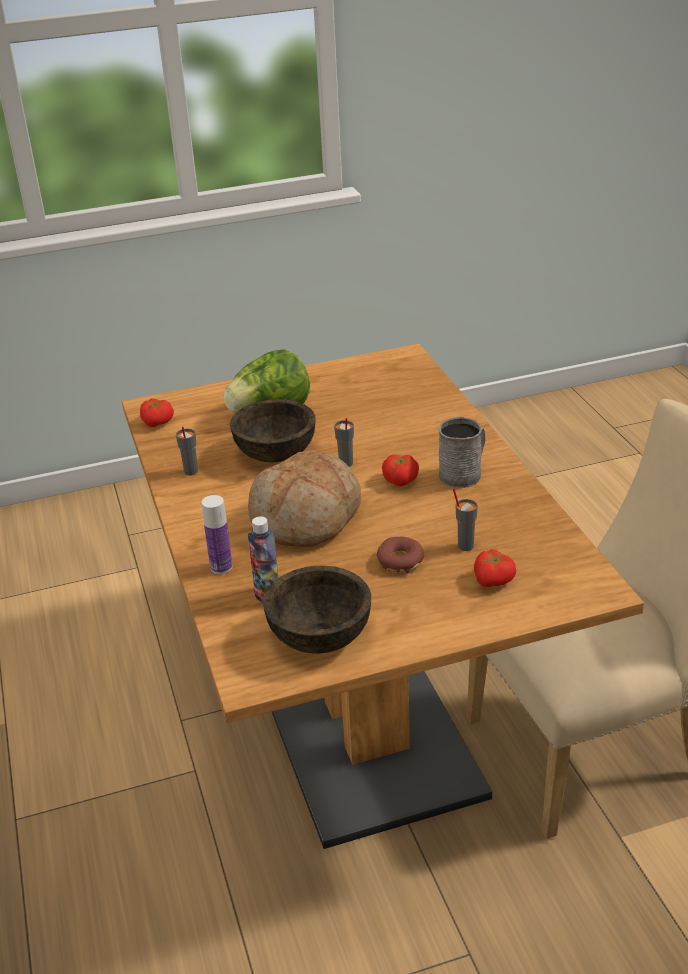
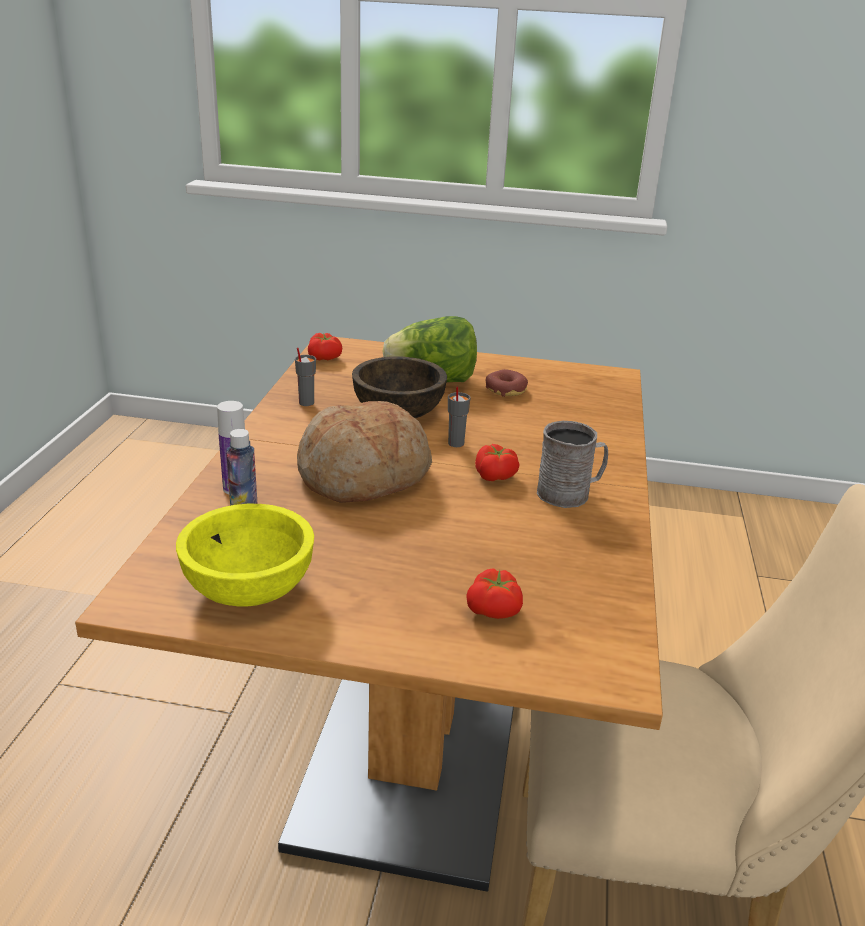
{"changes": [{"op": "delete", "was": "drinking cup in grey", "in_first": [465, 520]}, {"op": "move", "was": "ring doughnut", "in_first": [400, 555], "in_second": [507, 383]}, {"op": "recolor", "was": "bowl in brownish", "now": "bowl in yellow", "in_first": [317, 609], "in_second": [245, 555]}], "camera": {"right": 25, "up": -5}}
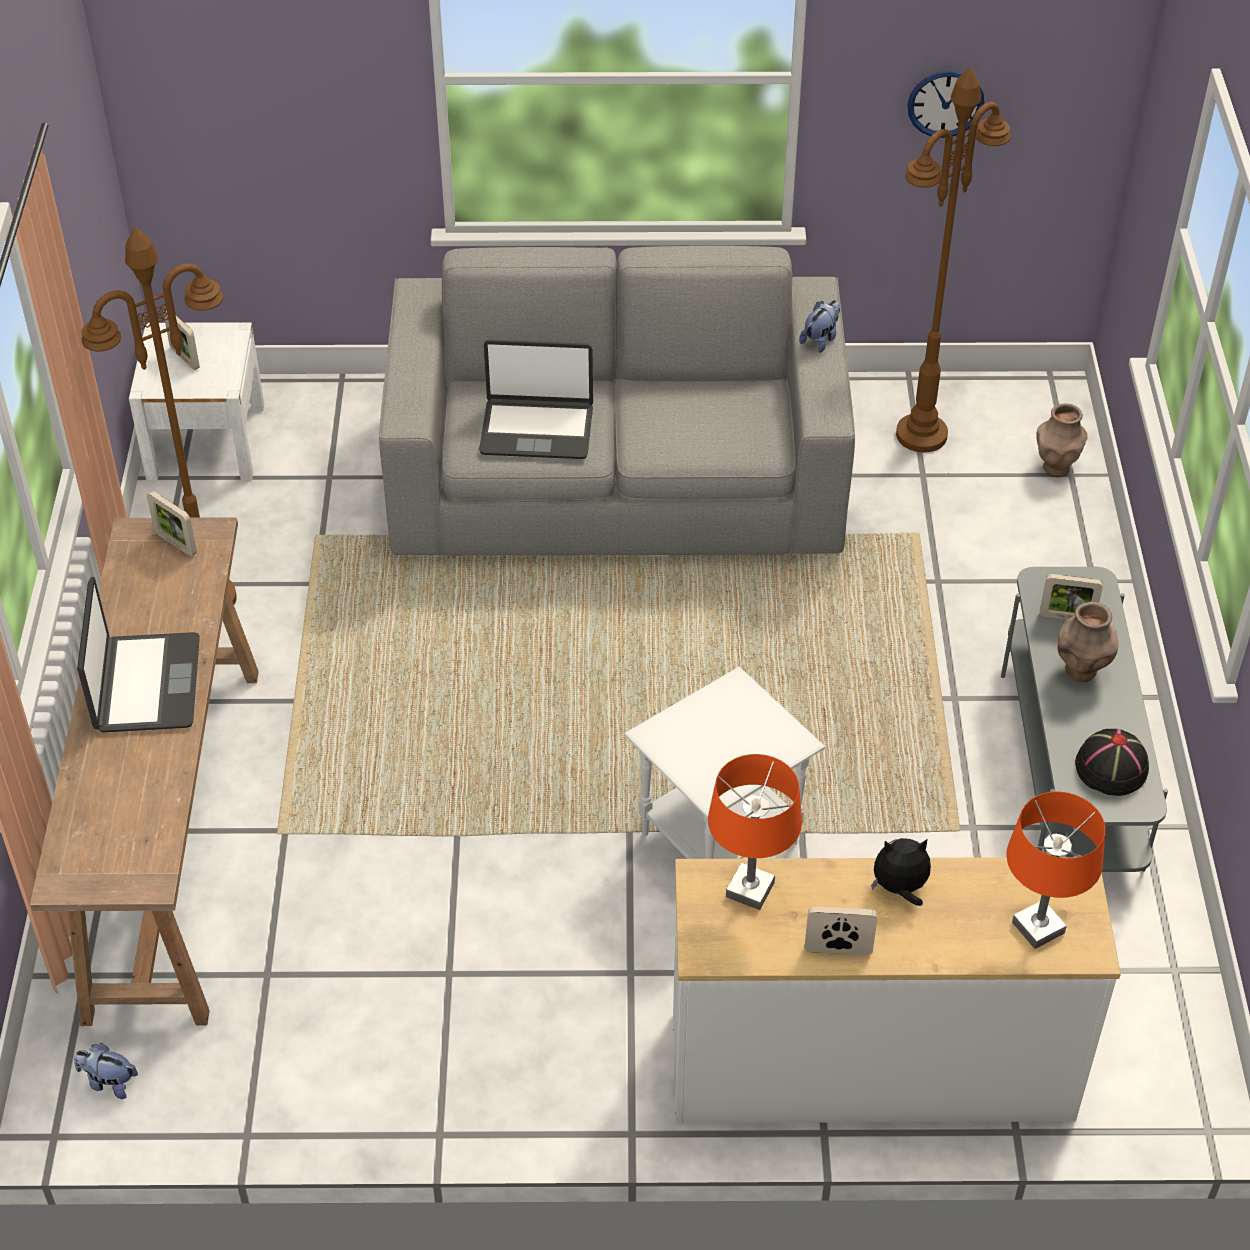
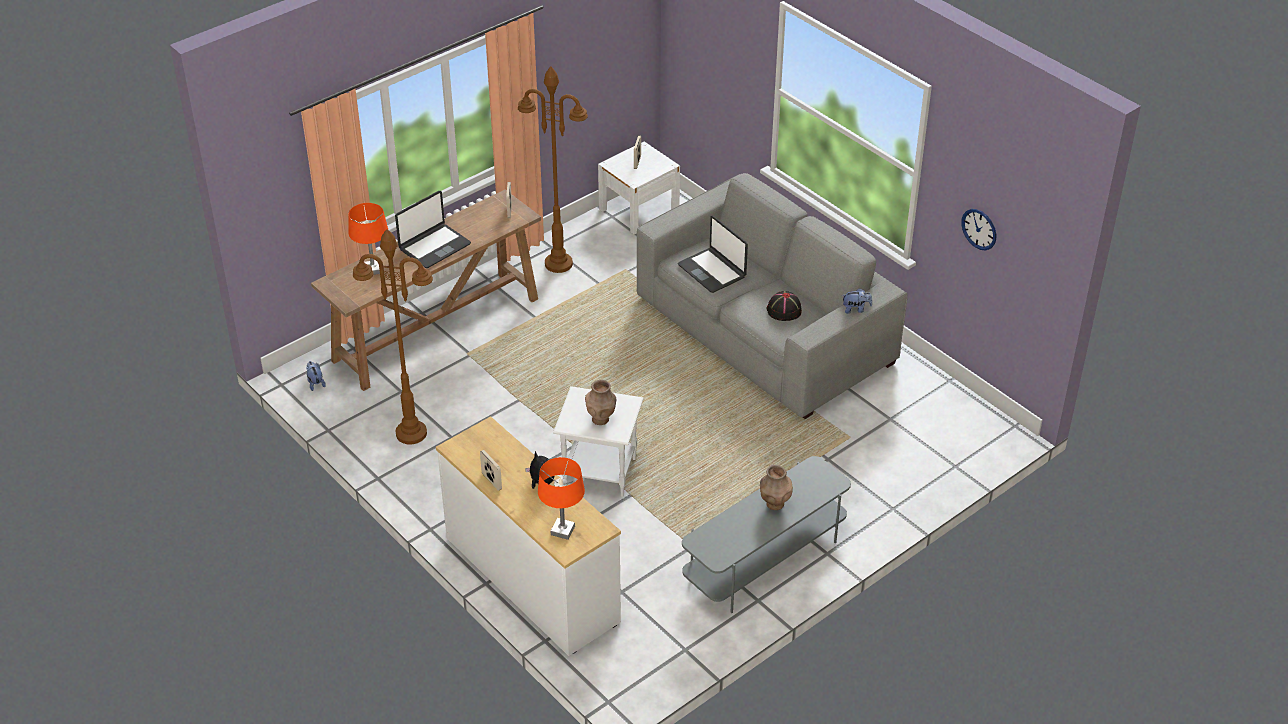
{"changes": [{"op": "delete", "was": "photo frame", "in_first": [1071, 596]}, {"op": "move", "was": "table lamp in orange-coloured", "in_first": [755, 832], "in_second": [368, 239]}, {"op": "move", "was": "standing lamp in brownish", "in_first": [953, 259], "in_second": [393, 336]}, {"op": "move", "was": "flower vase in brownish", "in_first": [1062, 440], "in_second": [600, 402]}, {"op": "move", "was": "clothing hat in black-coloured", "in_first": [1112, 762], "in_second": [784, 306]}], "camera": {"right": 50, "up": -5}}
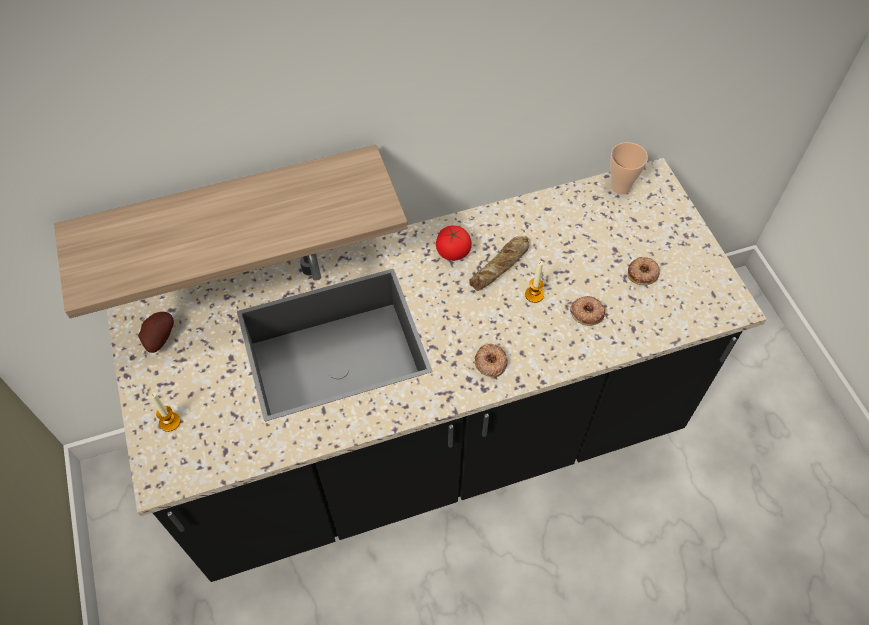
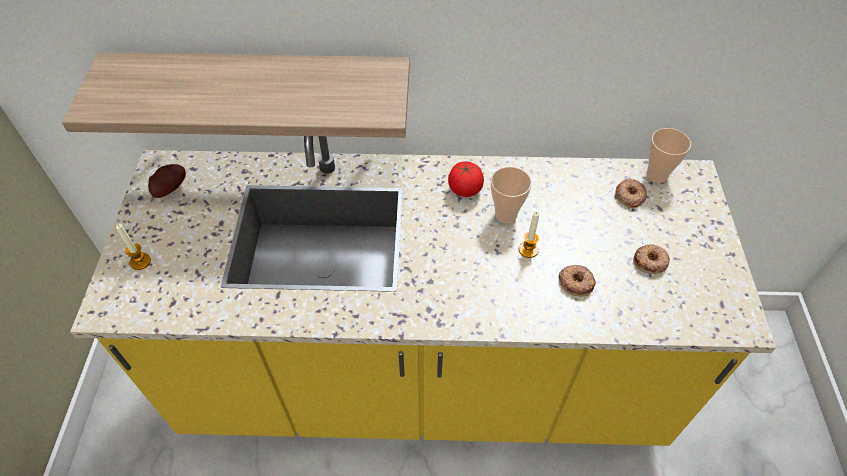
{"changes": [{"op": "move", "was": "ring doughnut", "in_first": [491, 361], "in_second": [631, 193]}, {"op": "replace", "was": "baked bread", "now": "drinking cup", "in_first": [499, 263], "in_second": [511, 195]}, {"op": "recolor", "was": "kitchen base unit in black-coloured", "now": "kitchen base unit in yellow", "in_first": [436, 370], "in_second": [423, 291]}], "camera": {"right": 20, "up": -5}}
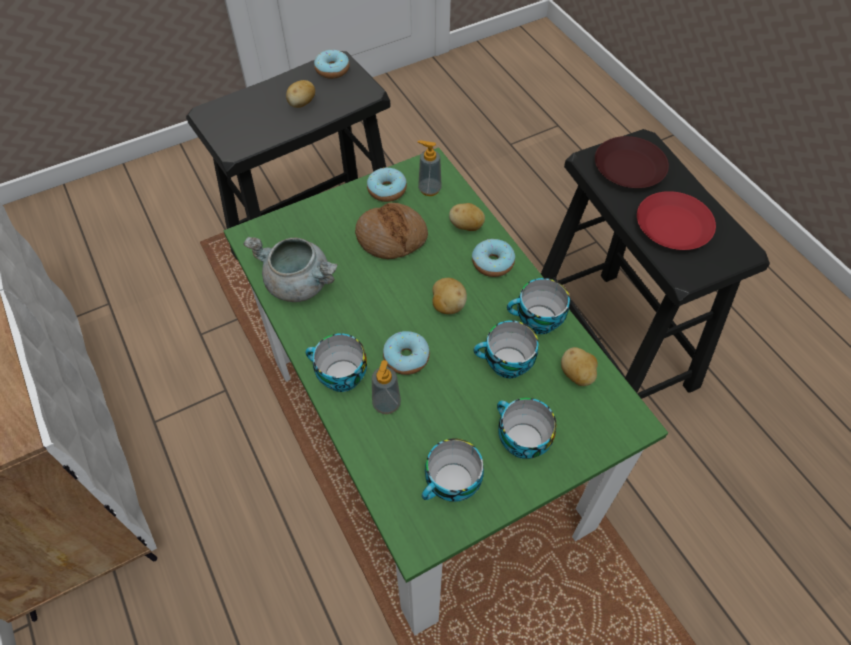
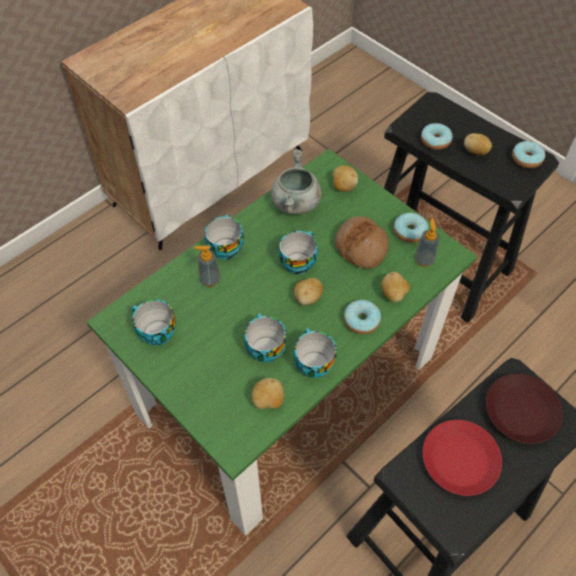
{"changes": [{"op": "insert", "now": "spud", "in_second": [345, 178]}, {"op": "move", "was": "ring doughnut", "in_first": [406, 353], "in_second": [437, 136]}, {"op": "move", "was": "drinking cup", "in_first": [527, 428], "in_second": [298, 252]}], "camera": {"right": 75, "up": 0}}
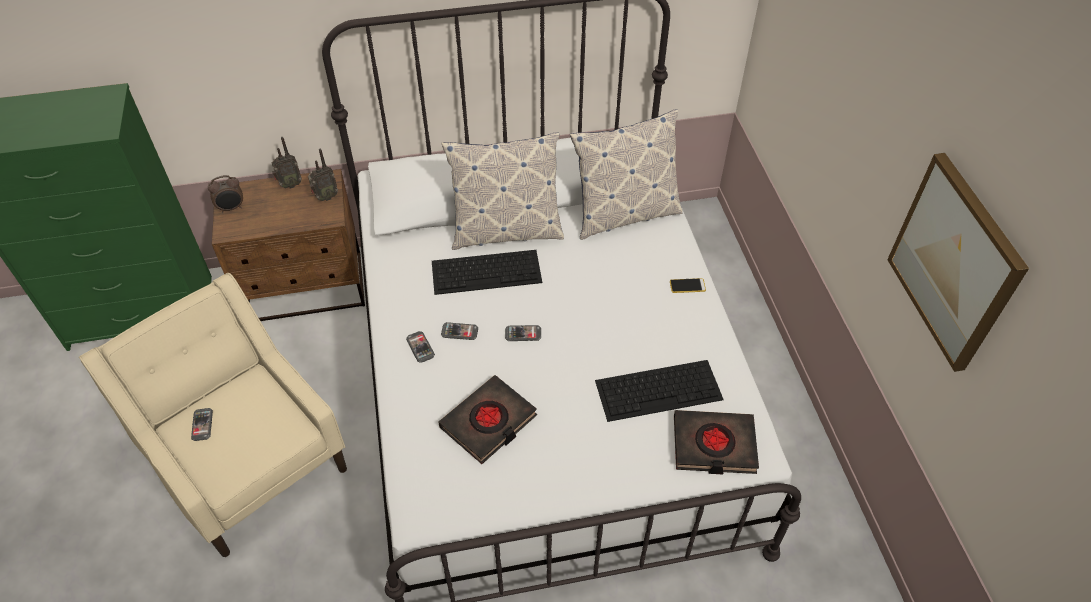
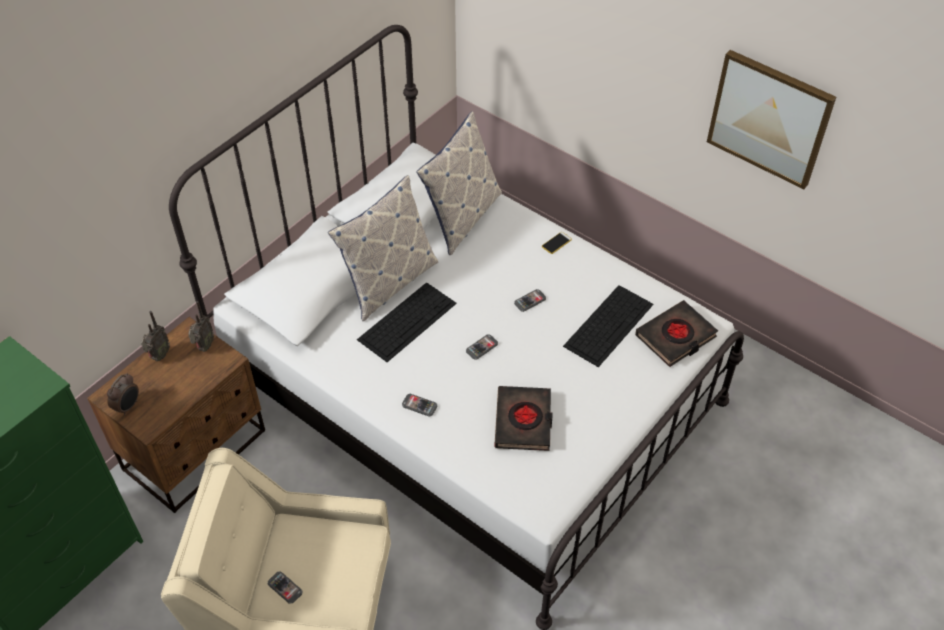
{"changes": [{"op": "move", "was": "handset", "in_first": [459, 331], "in_second": [530, 300]}], "camera": {"right": -40, "up": 0}}
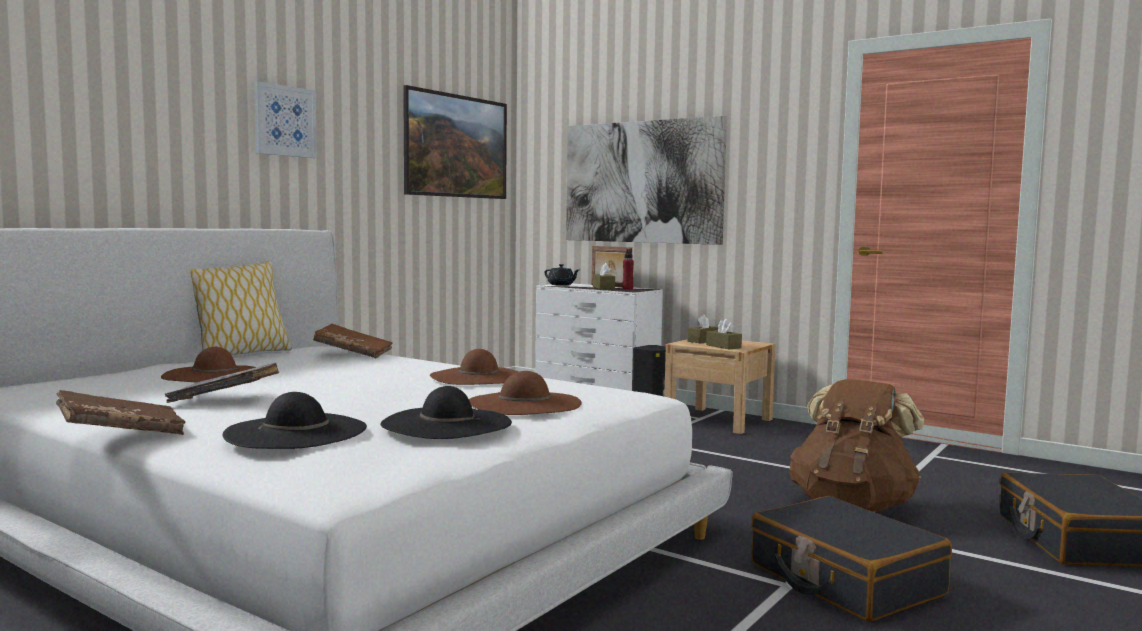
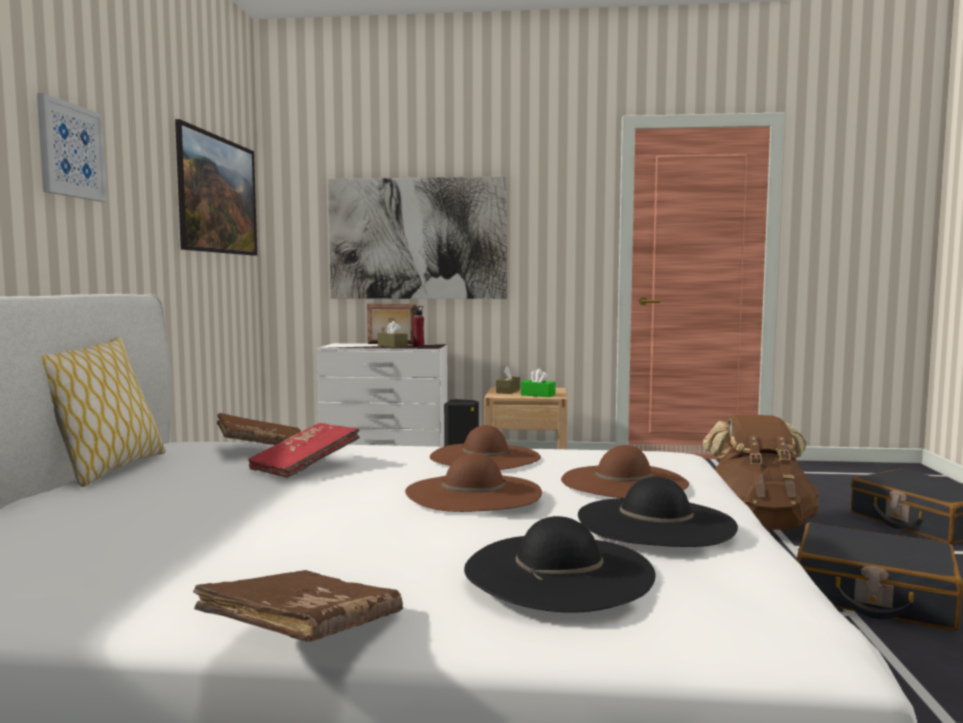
{"changes": [{"op": "delete", "was": "volume in grey", "in_first": [222, 383]}, {"op": "delete", "was": "tea pot in black-coloured", "in_first": [562, 275]}, {"op": "insert", "now": "volume in red", "in_second": [304, 450]}, {"op": "move", "was": "clothing hat in brownish", "in_first": [208, 364], "in_second": [473, 482]}, {"op": "recolor", "was": "tissue holder in brownish", "now": "tissue holder in green-coloured", "in_first": [724, 334], "in_second": [538, 383]}], "camera": {"right": -30, "up": 0}}
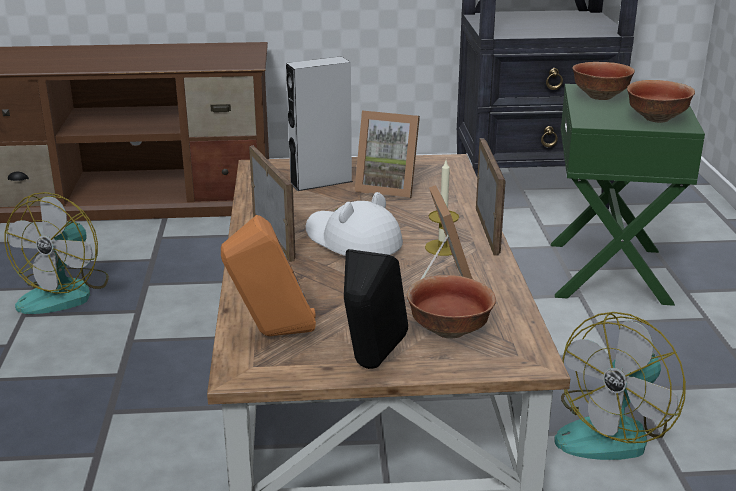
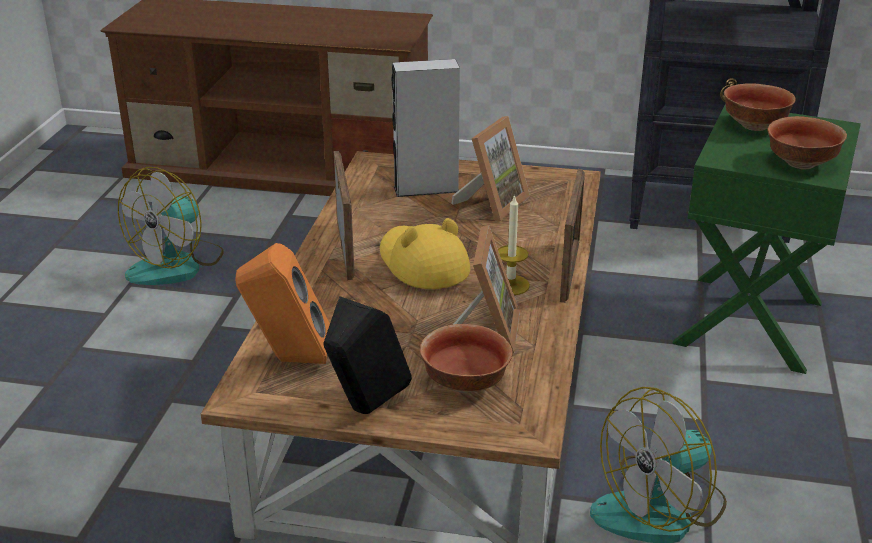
{"changes": [{"op": "recolor", "was": "clothing hat in white-coloured", "now": "clothing hat in yellow", "in_first": [354, 224], "in_second": [425, 253]}, {"op": "rotate", "was": "photo frame", "in_first": [387, 154], "in_second": [490, 168], "clockwise": -90}], "camera": {"right": 15, "up": 5}}
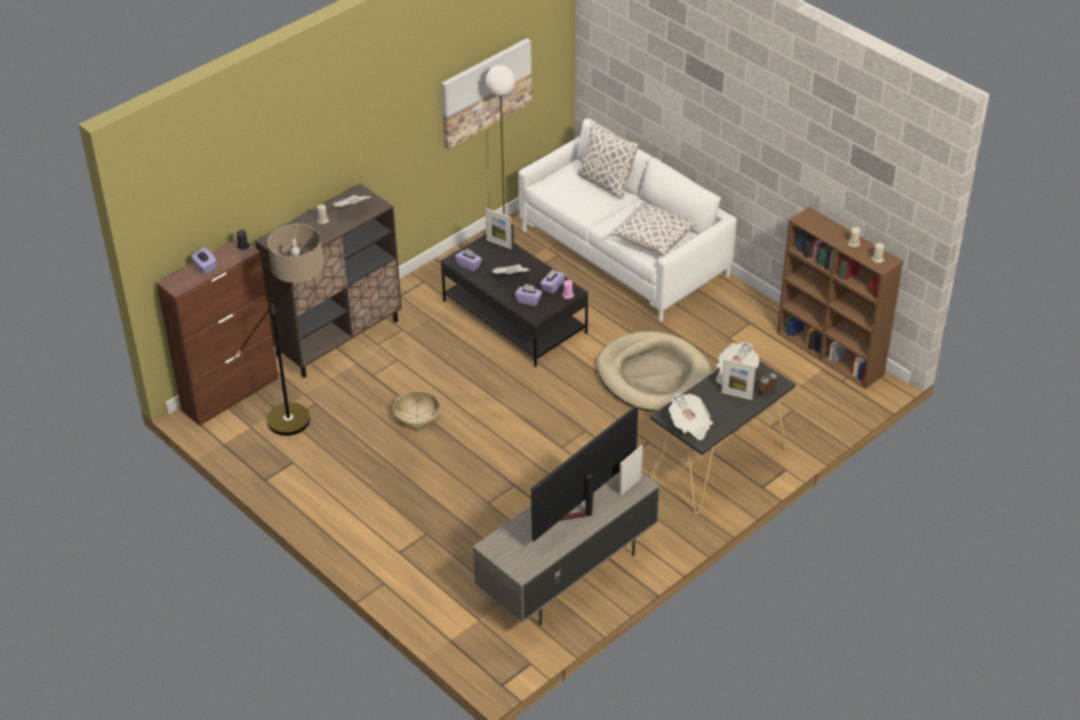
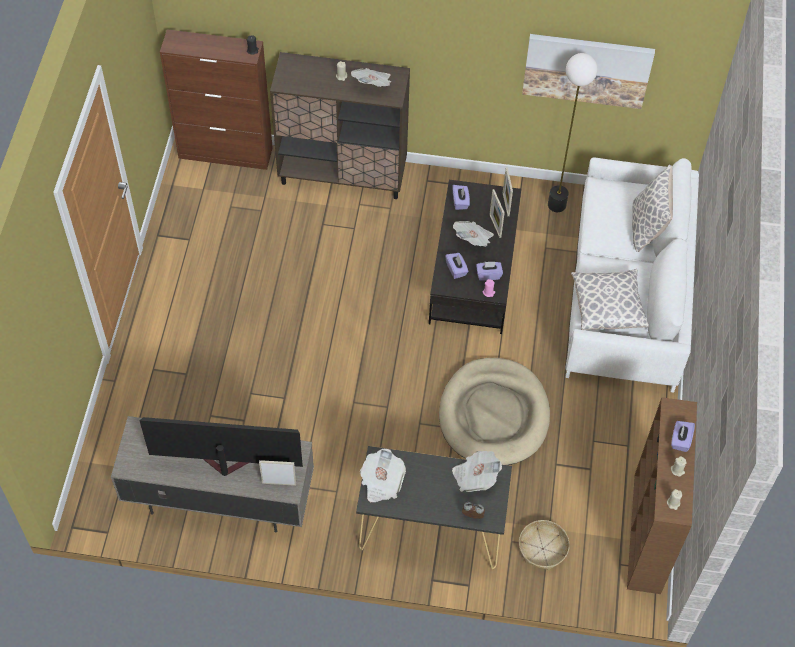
{"changes": [{"op": "delete", "was": "standing lamp", "in_first": [278, 330]}, {"op": "move", "was": "tissue holder in purple", "in_first": [204, 260], "in_second": [683, 436]}, {"op": "move", "was": "storage basket", "in_first": [416, 411], "in_second": [544, 545]}, {"op": "move", "was": "photo frame", "in_first": [738, 379], "in_second": [497, 213]}], "camera": {"right": 50, "up": 15}}
